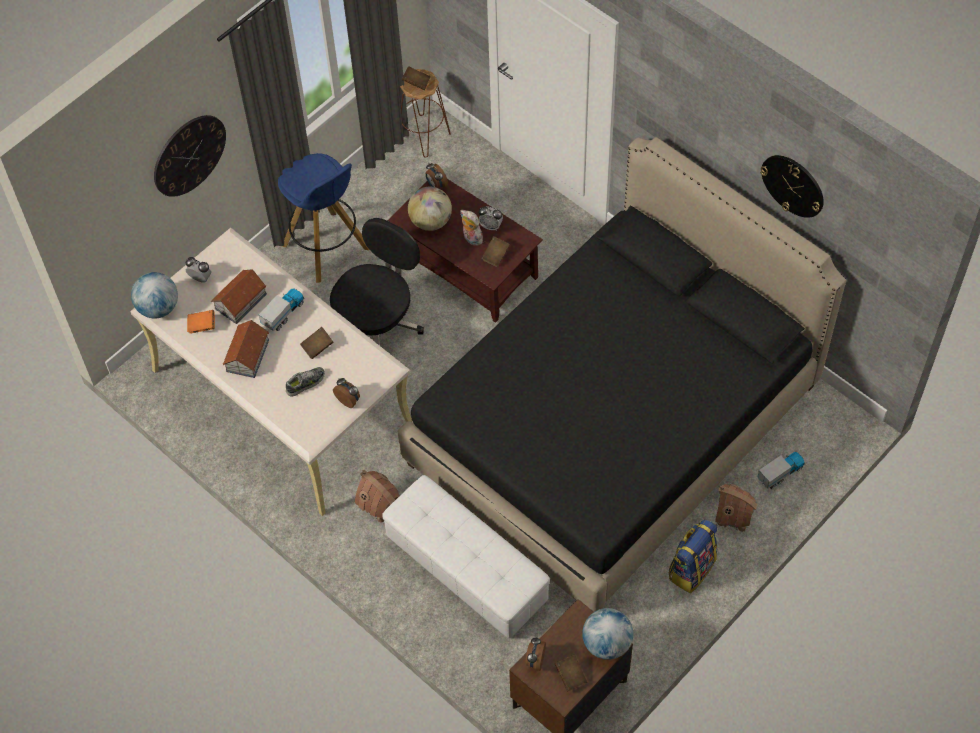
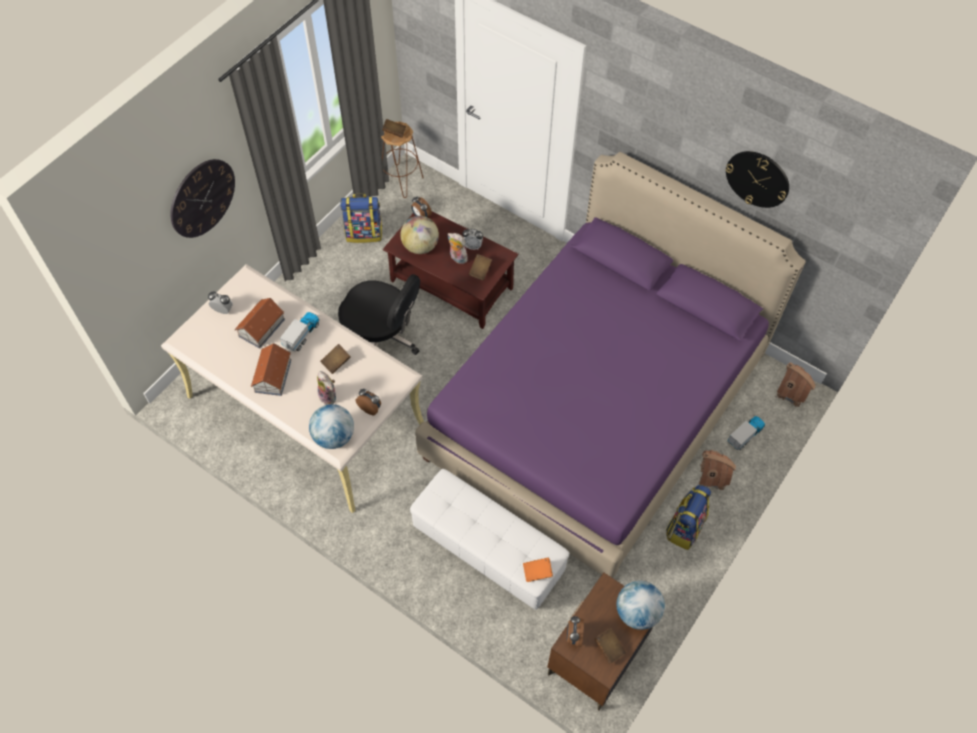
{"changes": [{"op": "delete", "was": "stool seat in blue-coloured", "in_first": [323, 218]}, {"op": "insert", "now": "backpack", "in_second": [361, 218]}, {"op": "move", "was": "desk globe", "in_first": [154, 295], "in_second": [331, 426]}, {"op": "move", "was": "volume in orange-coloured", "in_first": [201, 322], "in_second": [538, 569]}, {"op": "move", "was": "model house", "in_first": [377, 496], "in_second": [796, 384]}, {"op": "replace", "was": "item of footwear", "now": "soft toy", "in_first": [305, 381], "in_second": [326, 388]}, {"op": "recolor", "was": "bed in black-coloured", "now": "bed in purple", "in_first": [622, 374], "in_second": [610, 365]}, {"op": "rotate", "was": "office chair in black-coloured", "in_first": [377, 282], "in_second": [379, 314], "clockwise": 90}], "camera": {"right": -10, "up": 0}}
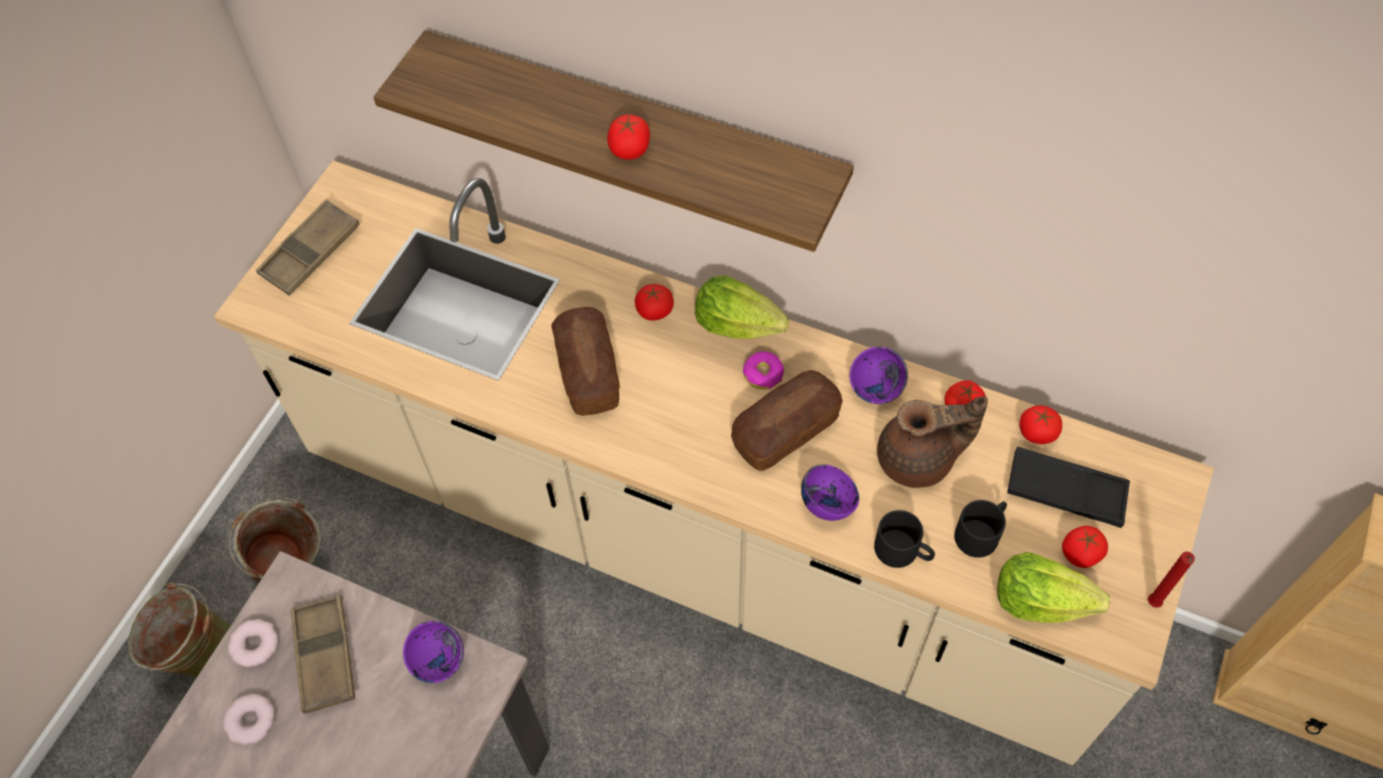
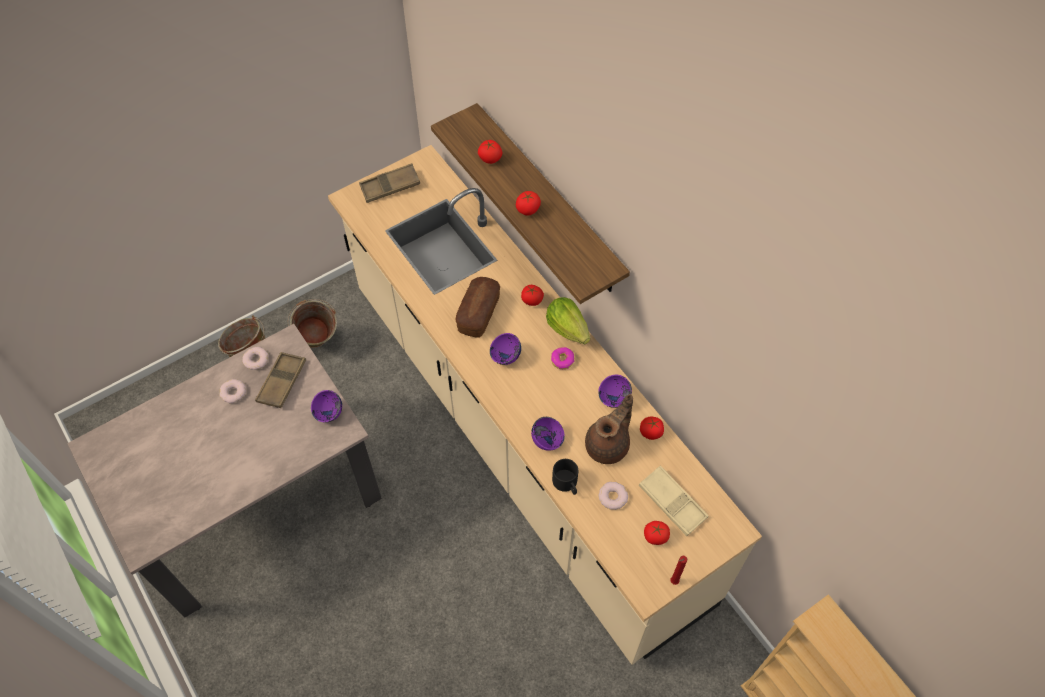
{"changes": [{"op": "delete", "was": "baked bread", "in_first": [786, 420]}, {"op": "delete", "was": "lettuce head", "in_first": [1053, 587]}, {"op": "insert", "now": "bowl in purple", "in_second": [505, 349]}, {"op": "move", "was": "tomato", "in_first": [1040, 424], "in_second": [490, 152]}, {"op": "replace", "was": "coffee mug in black-coloured", "now": "ring doughnut", "in_first": [980, 529], "in_second": [613, 496]}, {"op": "recolor", "was": "carrying tray in black-coloured", "now": "carrying tray in beige-coloured", "in_first": [1068, 487], "in_second": [674, 501]}, {"op": "rotate", "was": "tea pot in brownish", "in_first": [932, 442], "in_second": [609, 429], "clockwise": -75}], "camera": {"right": 30, "up": 0}}
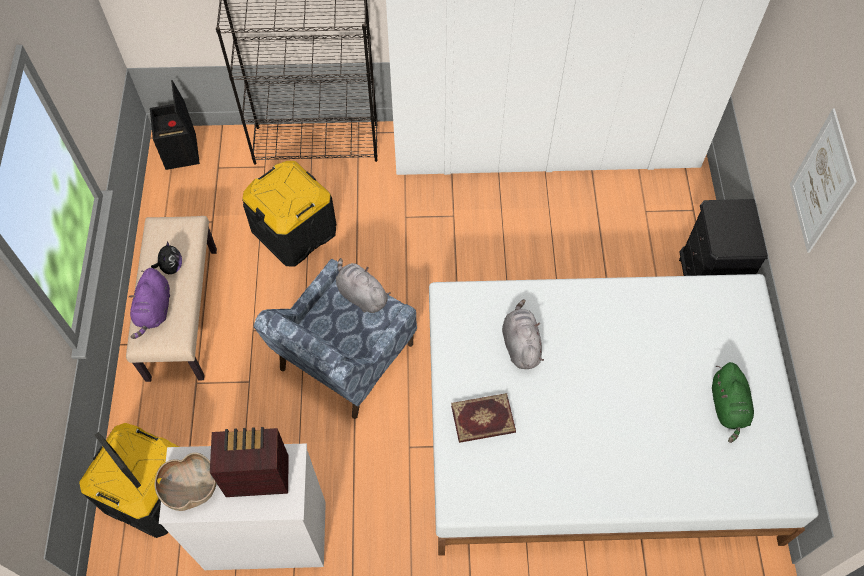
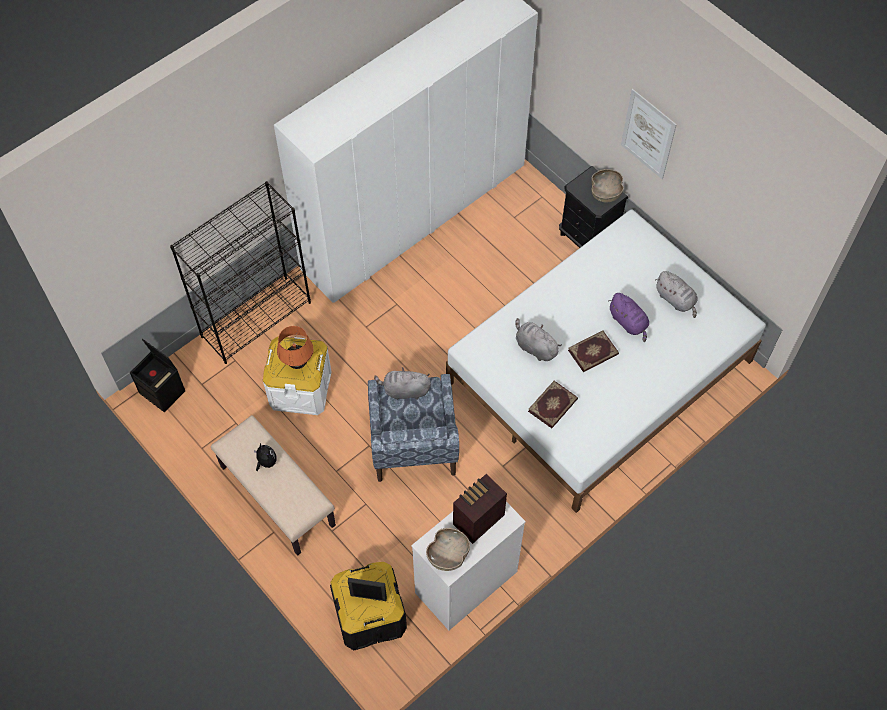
{"changes": [{"op": "insert", "now": "table lamp in orange-coloured", "in_second": [295, 347]}, {"op": "insert", "now": "volume", "in_second": [593, 351]}, {"op": "insert", "now": "bowl in brownish", "in_second": [607, 185]}, {"op": "move", "was": "soft toy in purple", "in_first": [149, 303], "in_second": [628, 317]}, {"op": "recolor", "was": "storage box in black-coloured", "now": "storage box in white-coloured", "in_first": [289, 213], "in_second": [297, 375]}, {"op": "recolor", "was": "soft toy in green-coloured", "now": "soft toy in grey", "in_first": [733, 402], "in_second": [676, 294]}], "camera": {"right": -40, "up": 0}}
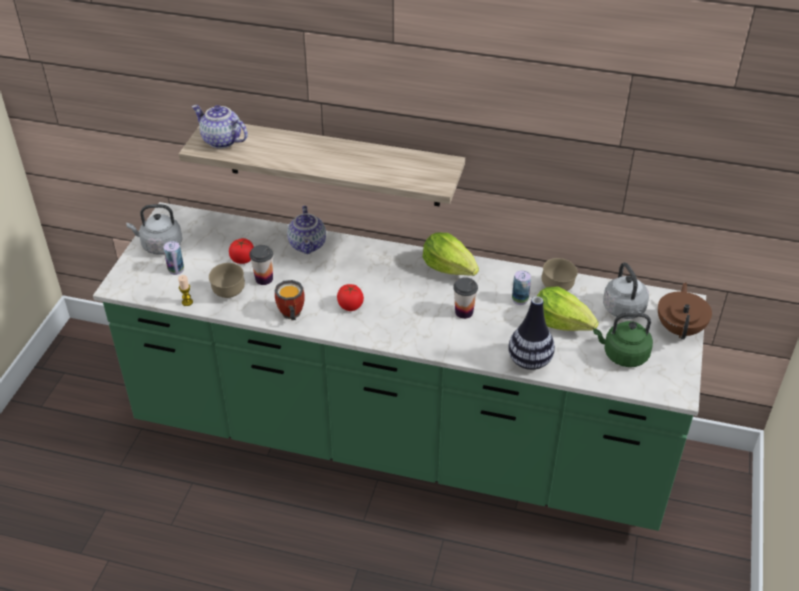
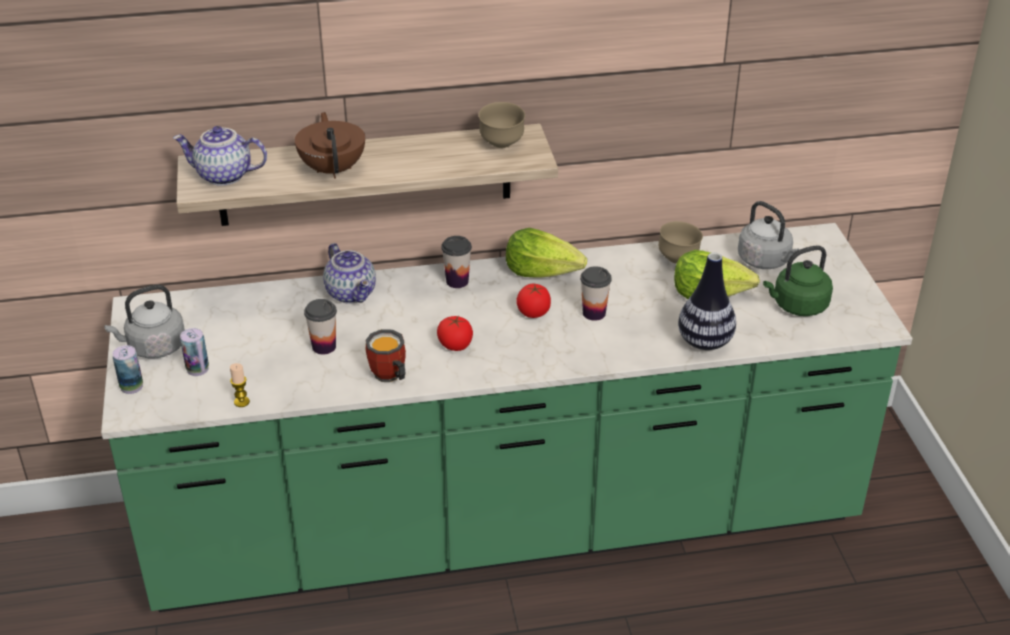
{"changes": [{"op": "insert", "now": "drinking cup", "in_second": [456, 262]}, {"op": "move", "was": "bowl in brownish", "in_first": [227, 280], "in_second": [502, 125]}, {"op": "move", "was": "tomato", "in_first": [241, 251], "in_second": [533, 301]}, {"op": "move", "was": "sealed can", "in_first": [521, 287], "in_second": [127, 369]}, {"op": "move", "was": "tea pot in brownish", "in_first": [685, 310], "in_second": [330, 145]}], "camera": {"right": -25, "up": -5}}
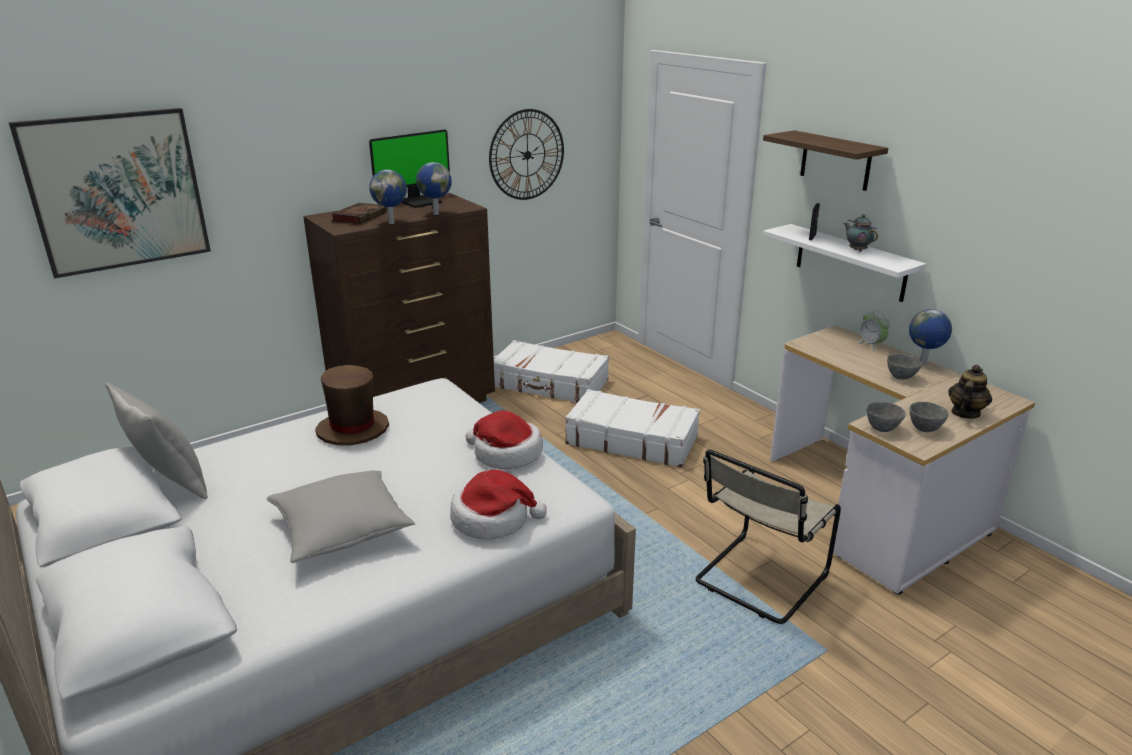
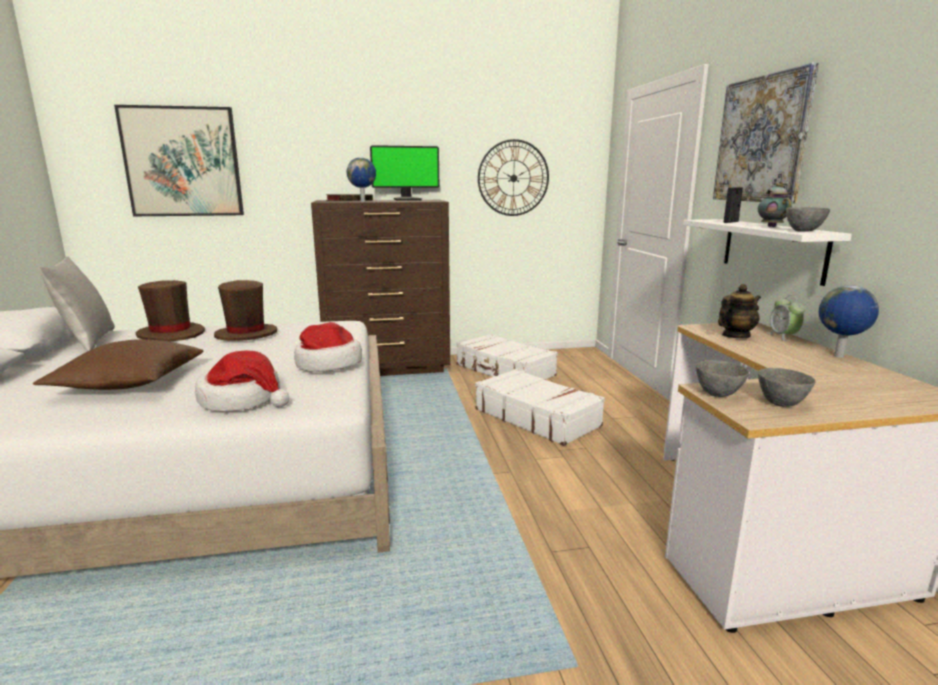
{"changes": [{"op": "delete", "was": "desk globe", "in_first": [434, 188]}, {"op": "delete", "was": "chair in beige-coloured", "in_first": [768, 537]}, {"op": "insert", "now": "clothing hat in brownish", "in_second": [170, 311]}, {"op": "move", "was": "bowl in grey", "in_first": [904, 366], "in_second": [808, 219]}, {"op": "move", "was": "tea pot", "in_first": [970, 392], "in_second": [739, 311]}, {"op": "replace", "was": "wall shelf", "now": "wall picture", "in_first": [825, 160], "in_second": [766, 133]}, {"op": "recolor", "was": "cushion in grey", "now": "cushion in brownish", "in_first": [341, 516], "in_second": [118, 364]}], "camera": {"right": 25, "up": -10}}
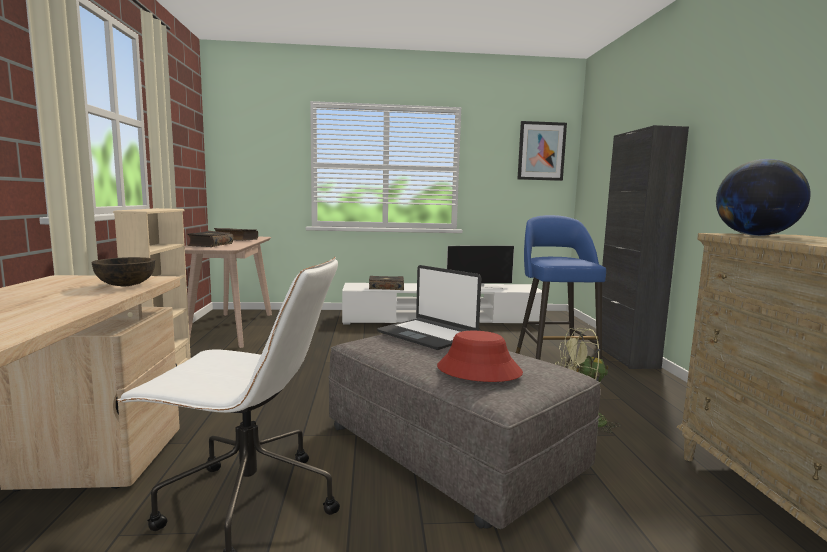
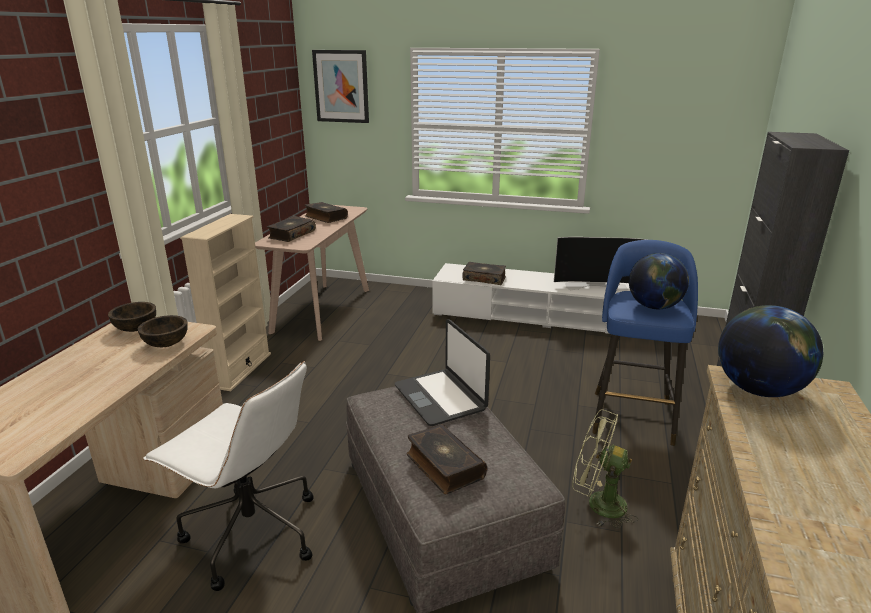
{"changes": [{"op": "insert", "now": "bowl in brownish", "in_second": [132, 317]}, {"op": "insert", "now": "desk globe", "in_second": [659, 281]}, {"op": "move", "was": "wall picture", "in_first": [542, 151], "in_second": [340, 86]}, {"op": "replace", "was": "clothing hat in red", "now": "volume", "in_first": [480, 356], "in_second": [447, 459]}], "camera": {"right": 20, "up": 15}}
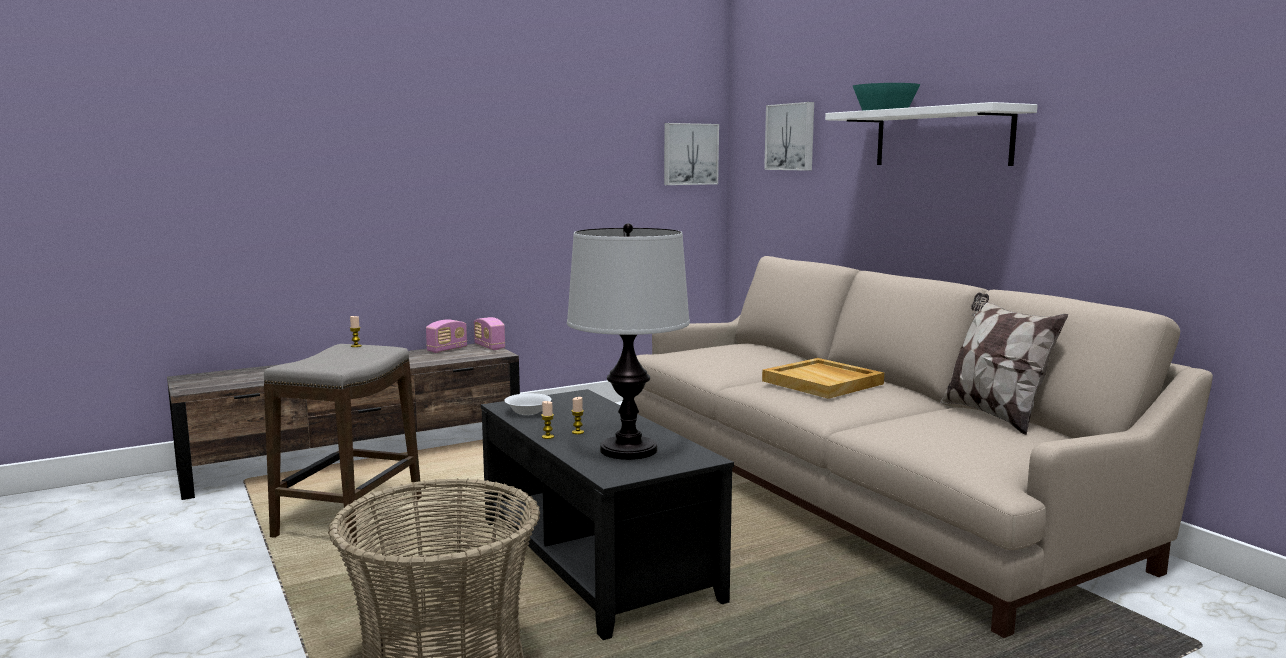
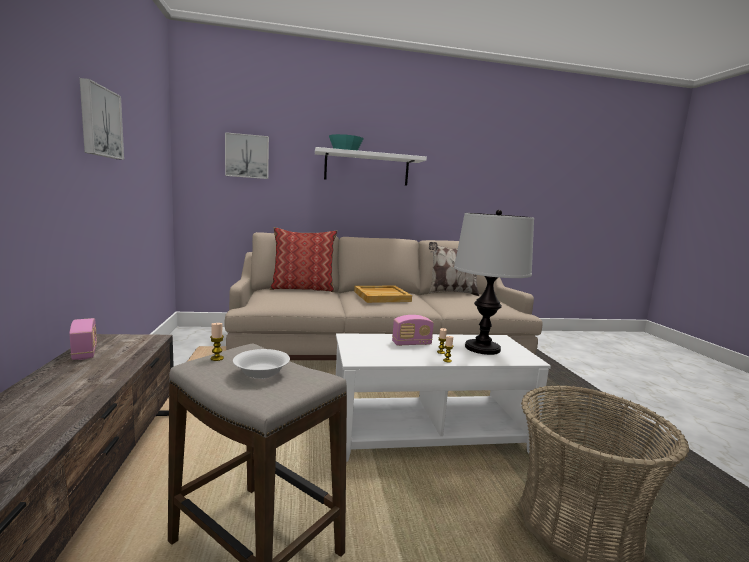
{"changes": [{"op": "insert", "now": "cushion", "in_second": [303, 259]}, {"op": "move", "was": "radio", "in_first": [489, 333], "in_second": [413, 330]}, {"op": "move", "was": "bowl in white-coloured", "in_first": [528, 404], "in_second": [261, 364]}, {"op": "move", "was": "wall picture", "in_first": [691, 154], "in_second": [102, 119]}, {"op": "recolor", "was": "lounge table in black-coloured", "now": "lounge table in white-coloured", "in_first": [607, 514], "in_second": [443, 397]}], "camera": {"right": -70, "up": 0}}
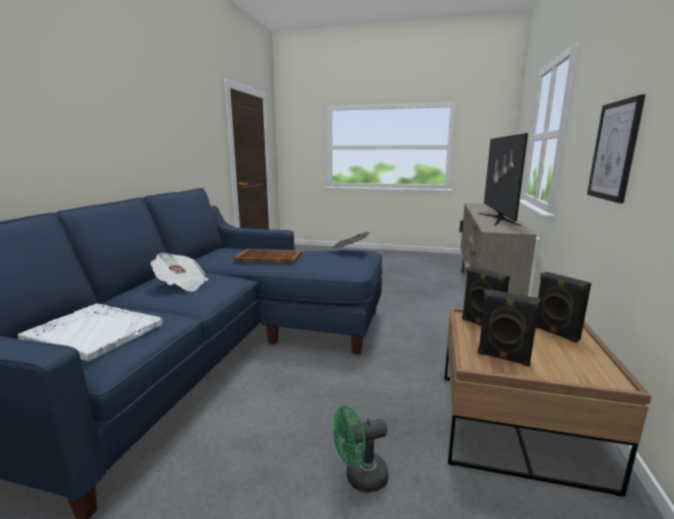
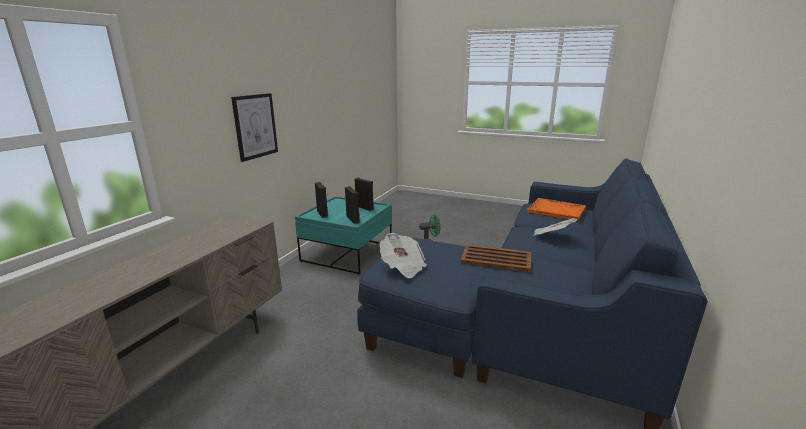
{"changes": [{"op": "delete", "was": "TV set", "in_first": [503, 179]}, {"op": "recolor", "was": "carrying tray in white-coloured", "now": "carrying tray in orange-coloured", "in_first": [90, 332], "in_second": [556, 209]}, {"op": "recolor", "was": "lounge table in brownish", "now": "lounge table in turquoise", "in_first": [547, 402], "in_second": [343, 235]}], "camera": {"right": -170, "up": 5}}
